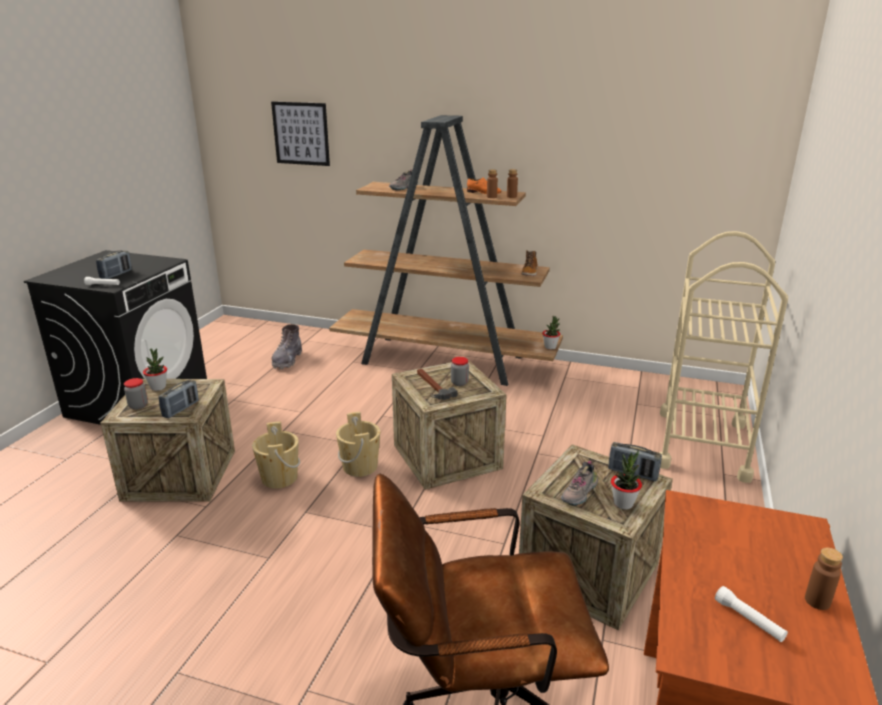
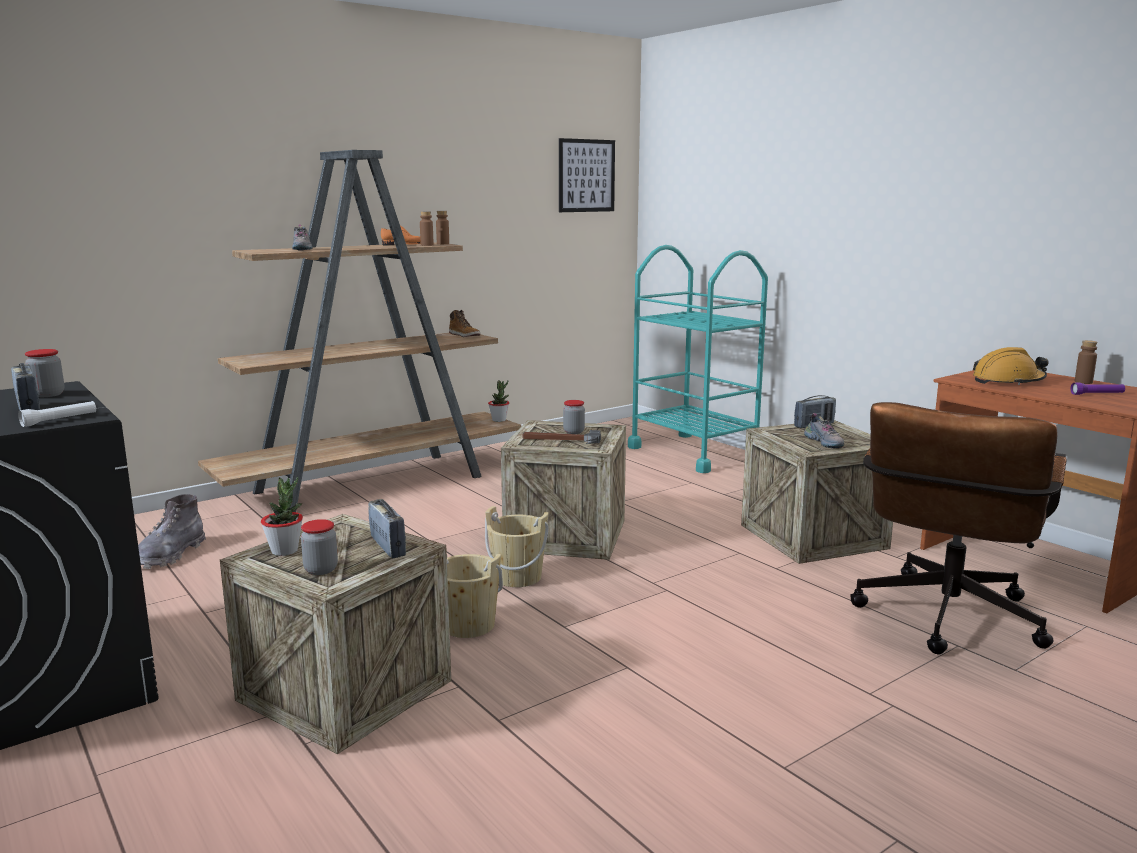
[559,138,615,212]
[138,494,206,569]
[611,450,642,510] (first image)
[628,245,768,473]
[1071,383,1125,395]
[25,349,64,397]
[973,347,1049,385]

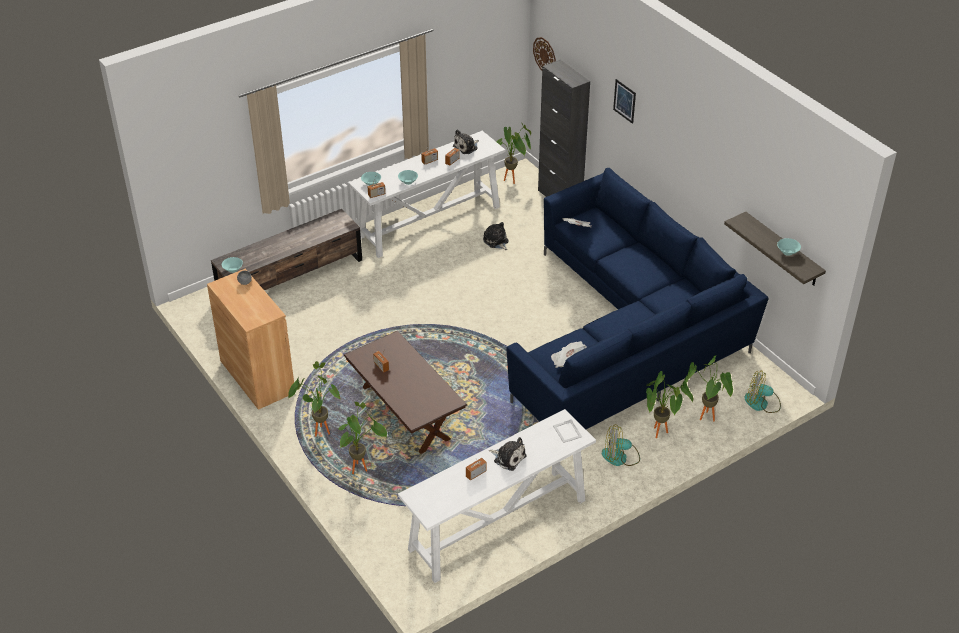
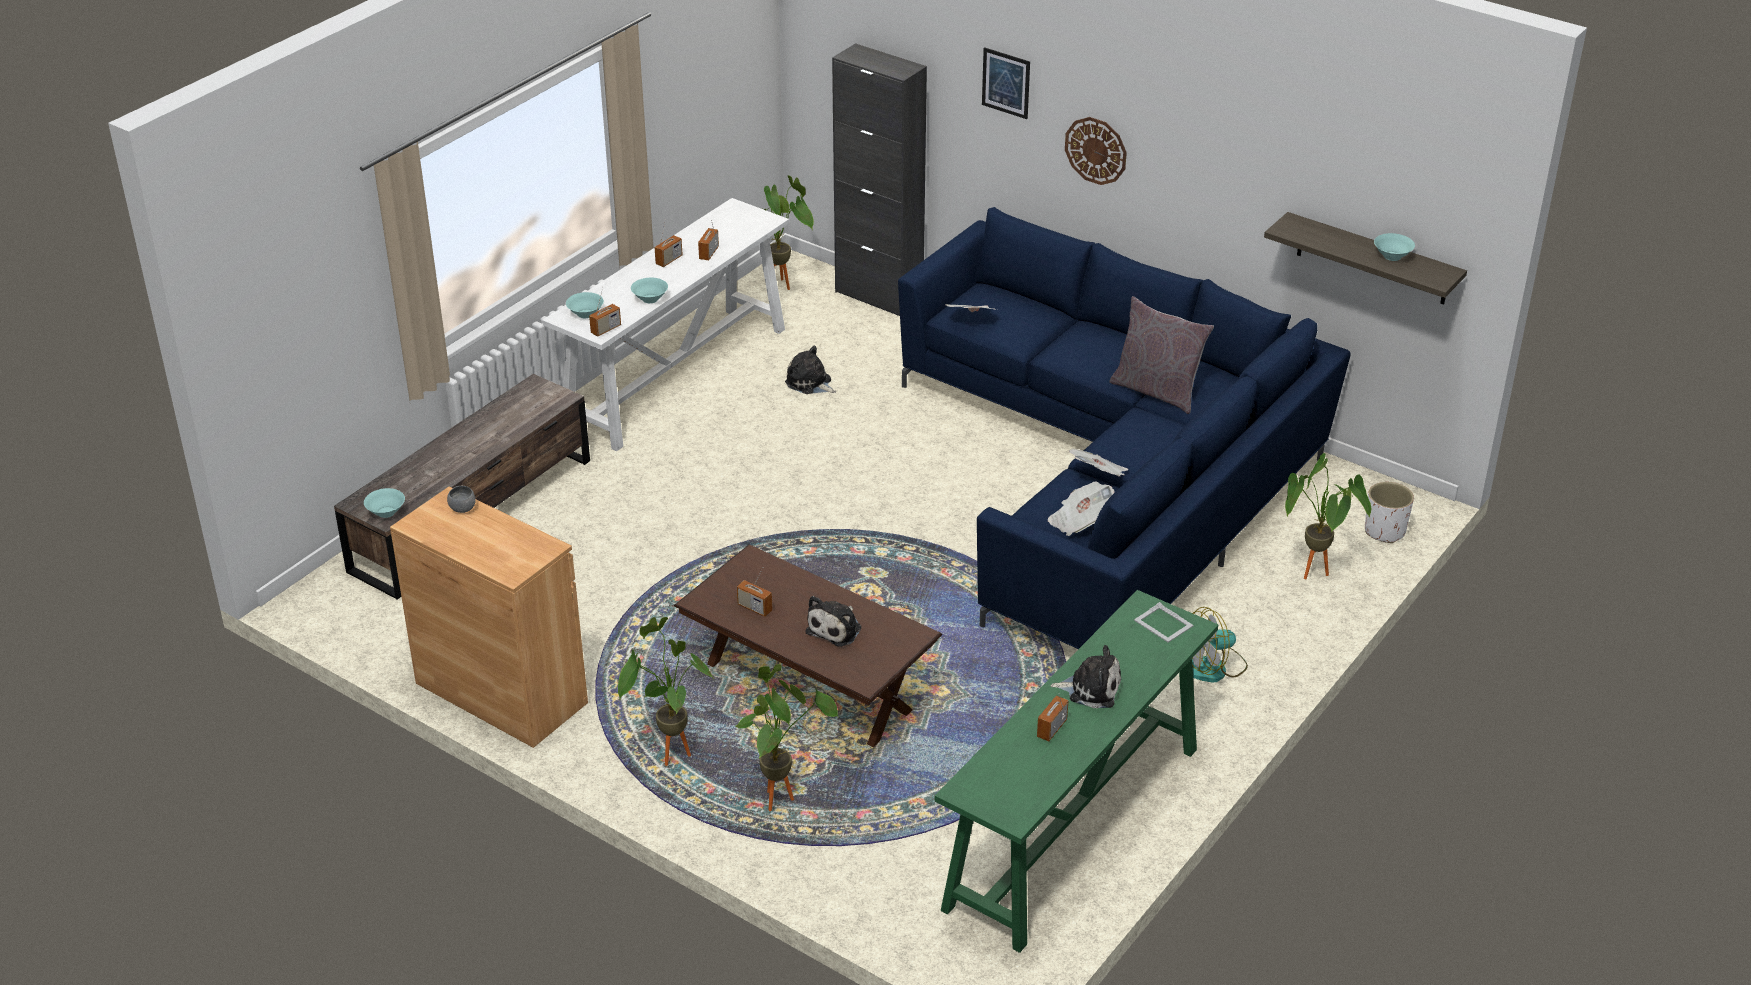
[935,590,1218,953]
[806,596,861,647]
[1065,117,1127,185]
[646,371,693,438] (first image)
[1365,482,1414,543]
[1069,448,1128,476]
[1109,296,1214,414]

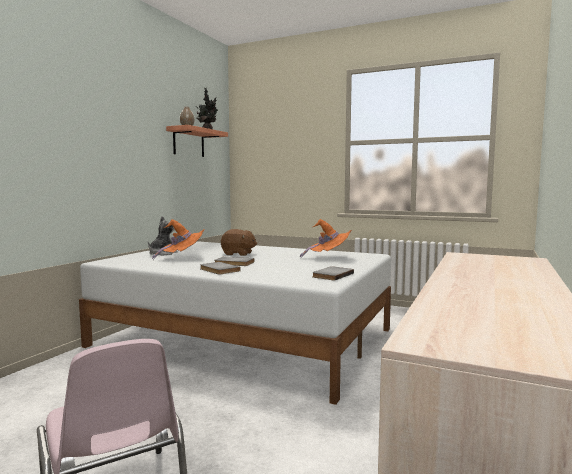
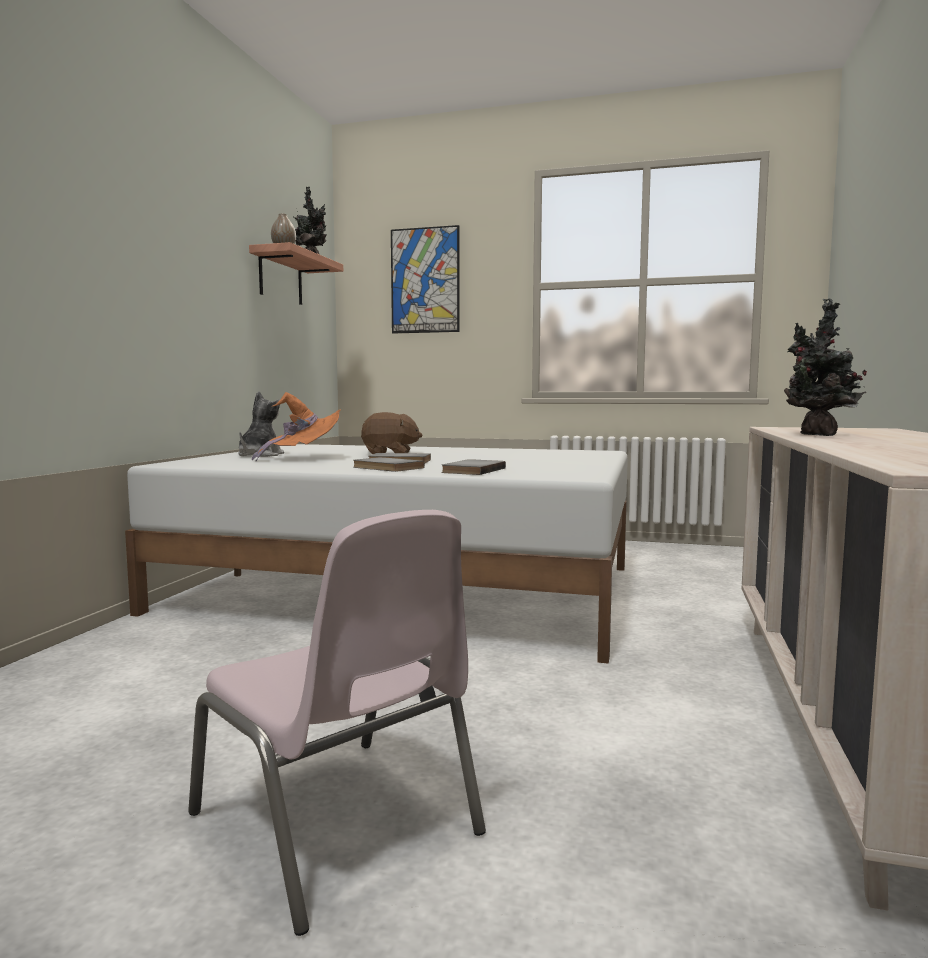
[300,219,352,259] (first image)
[441,459,506,475]
[391,225,459,334]
[784,298,867,436]

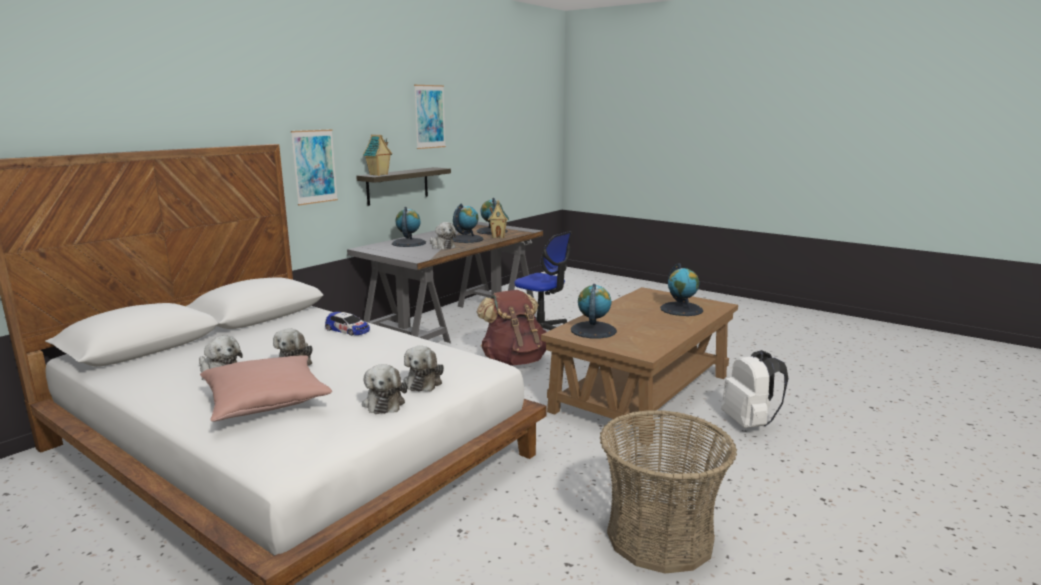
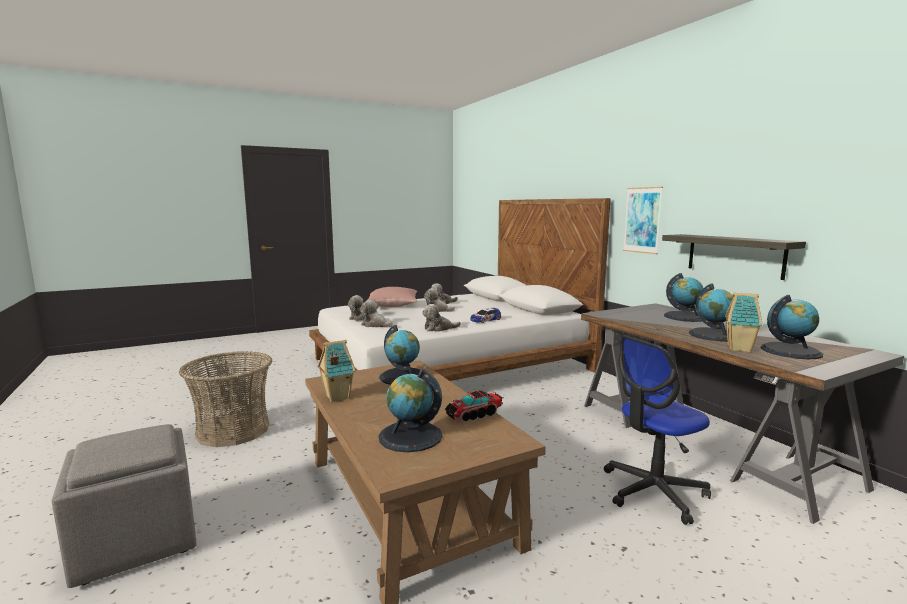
[317,340,356,403]
[414,85,446,149] (first image)
[422,304,461,332]
[477,290,546,366] (first image)
[721,350,789,428] (first image)
[52,424,197,588]
[445,390,503,422]

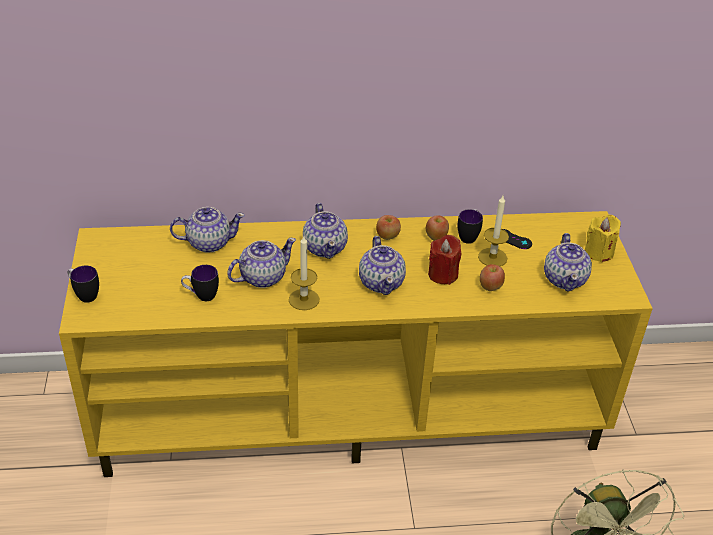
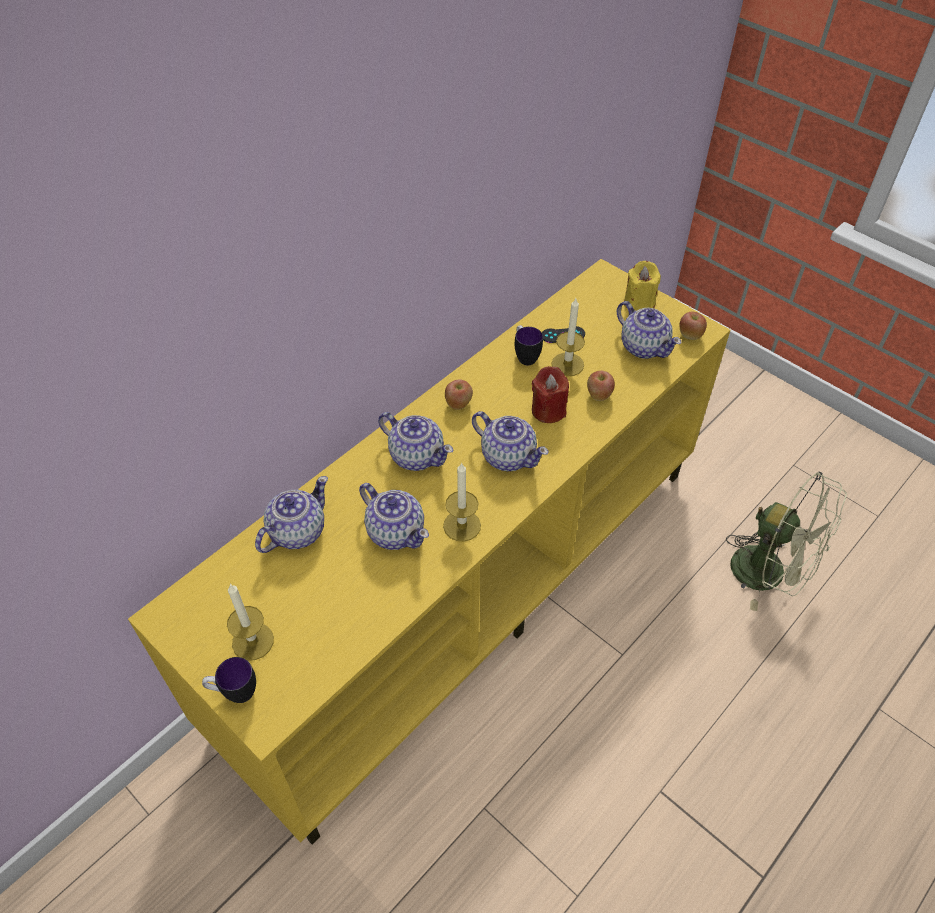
[181,265,219,301] (first image)
[359,483,429,550]
[680,312,707,340]
[227,584,274,661]

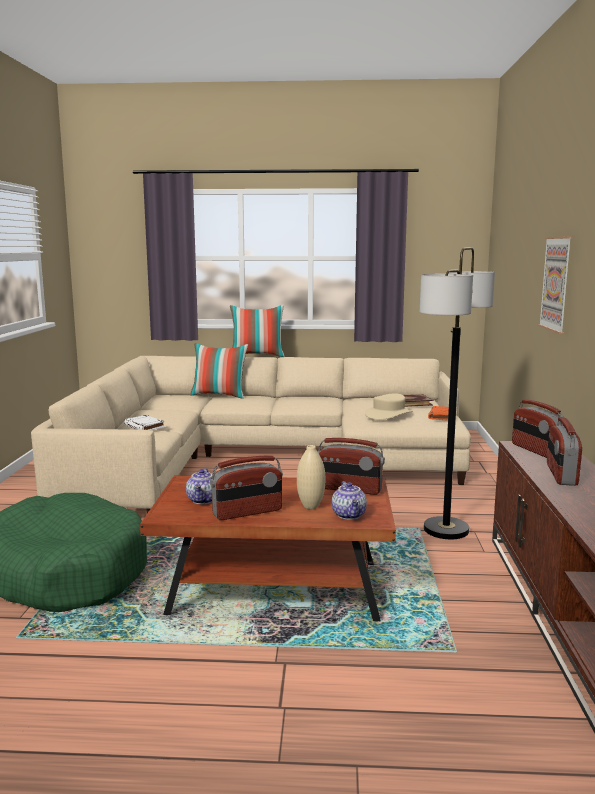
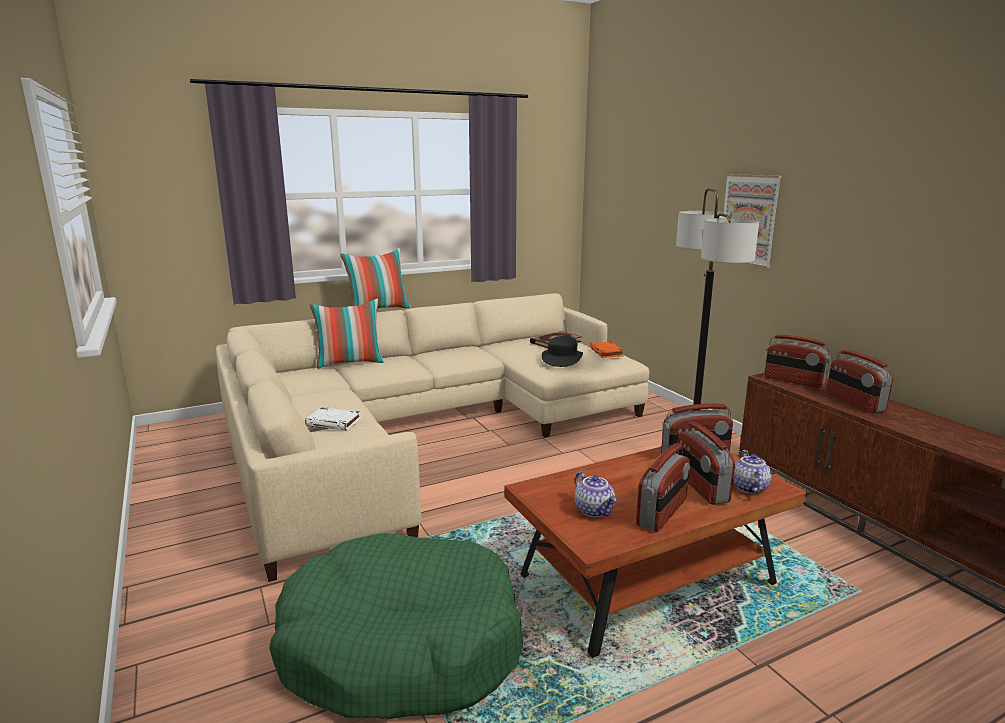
[677,421,735,505]
[733,450,771,494]
[542,336,583,367]

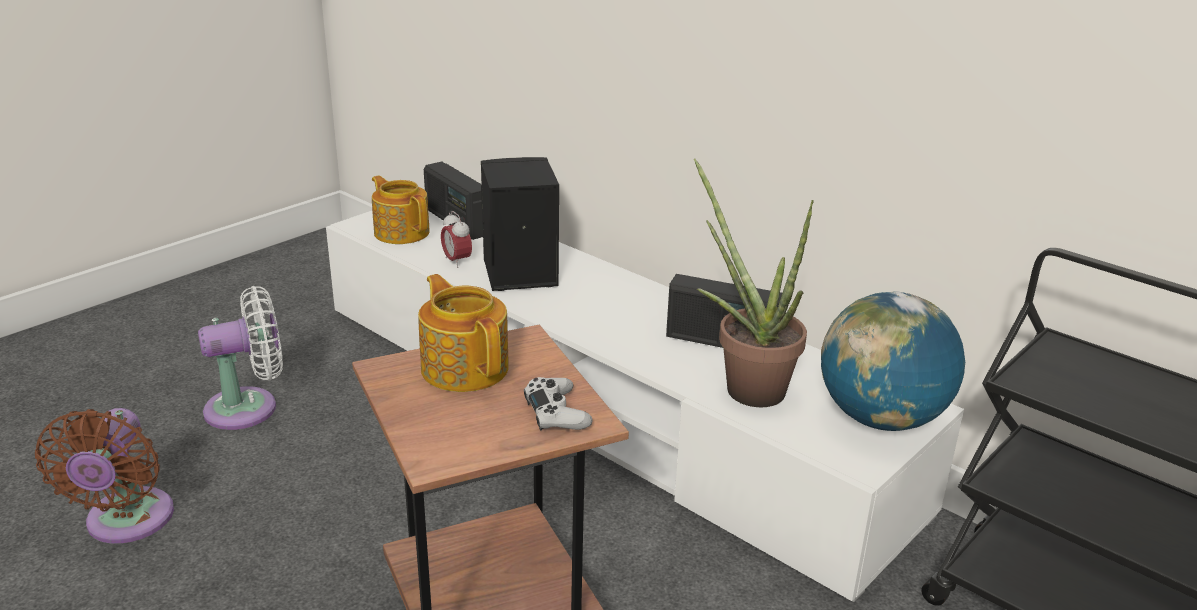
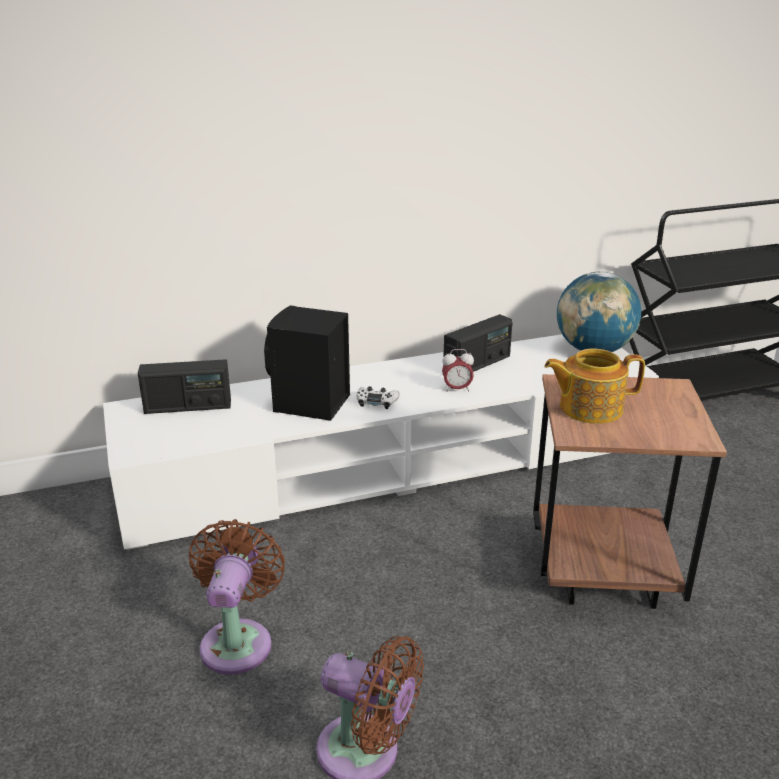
[189,519,285,675]
[372,176,430,244] (first image)
[442,349,474,392]
[357,386,400,409]
[694,158,814,407] (first image)

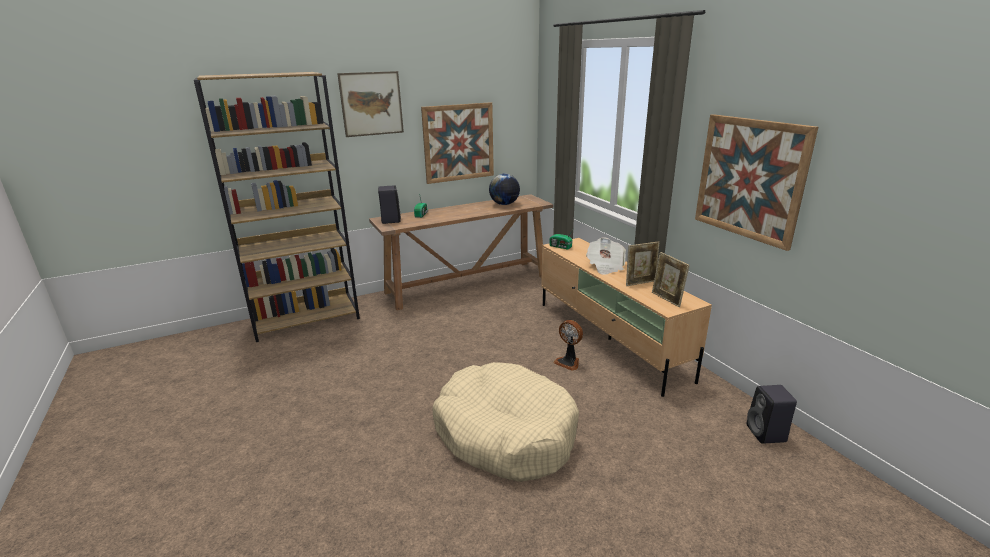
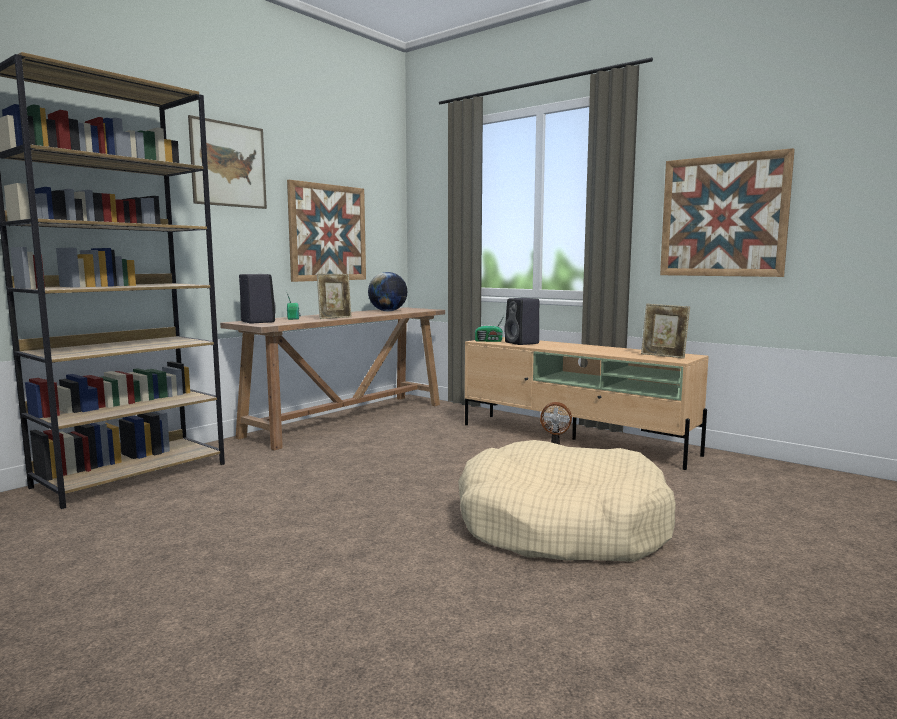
[586,237,626,275] (first image)
[317,274,351,319]
[504,298,540,345]

